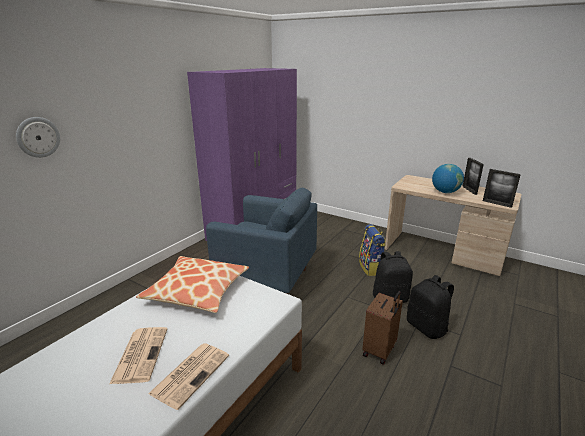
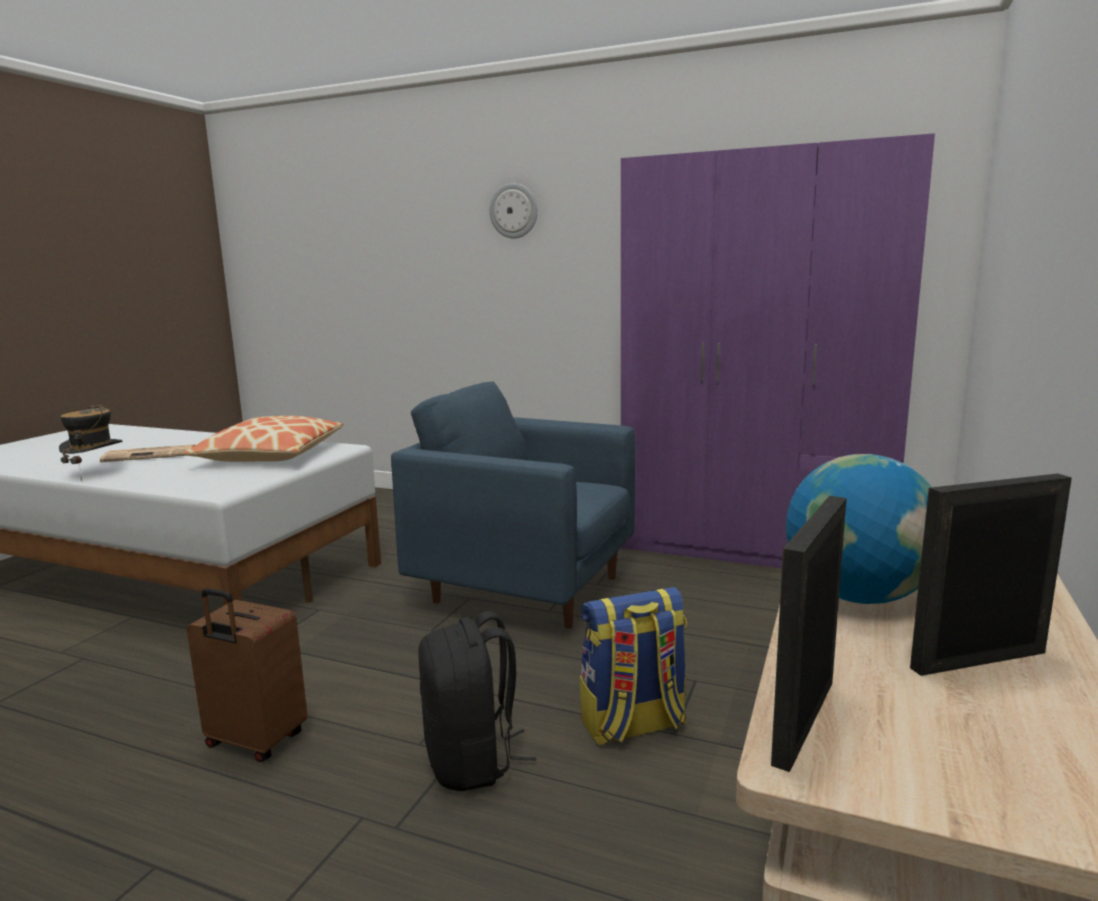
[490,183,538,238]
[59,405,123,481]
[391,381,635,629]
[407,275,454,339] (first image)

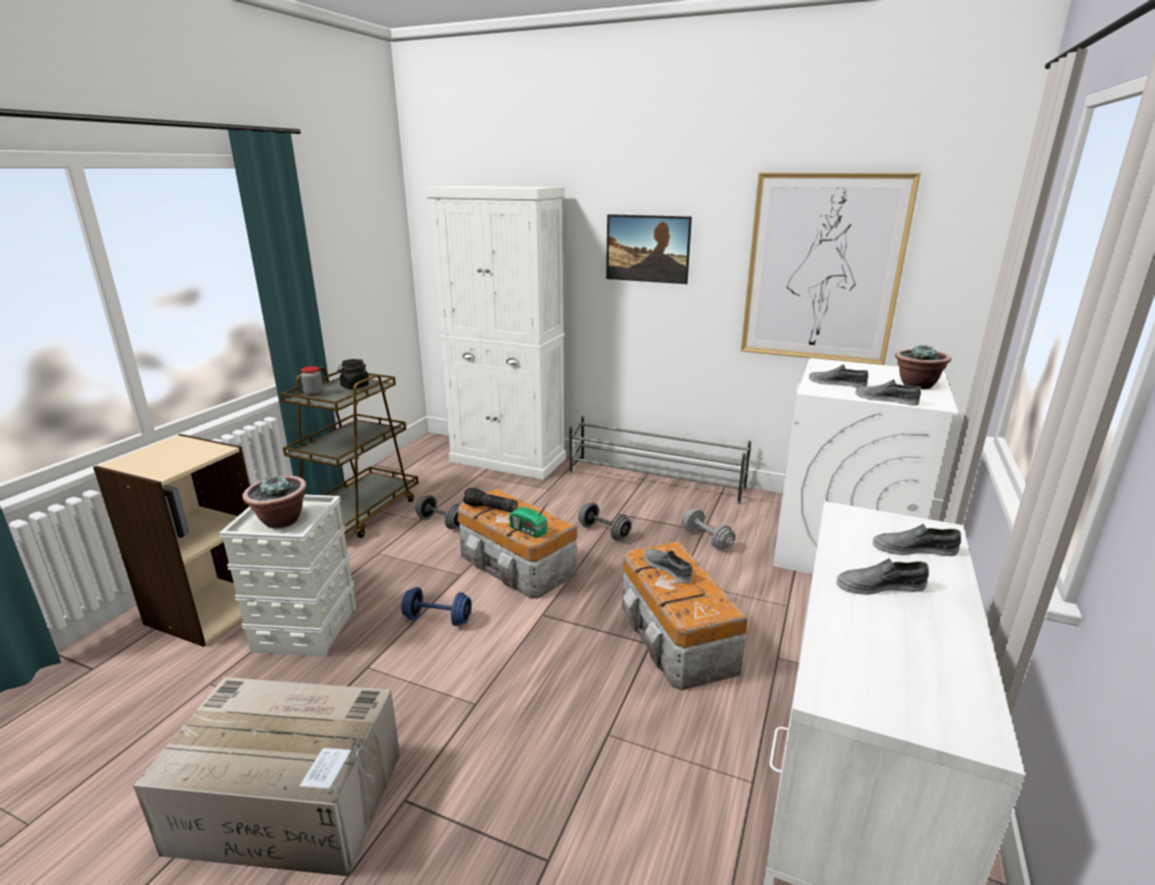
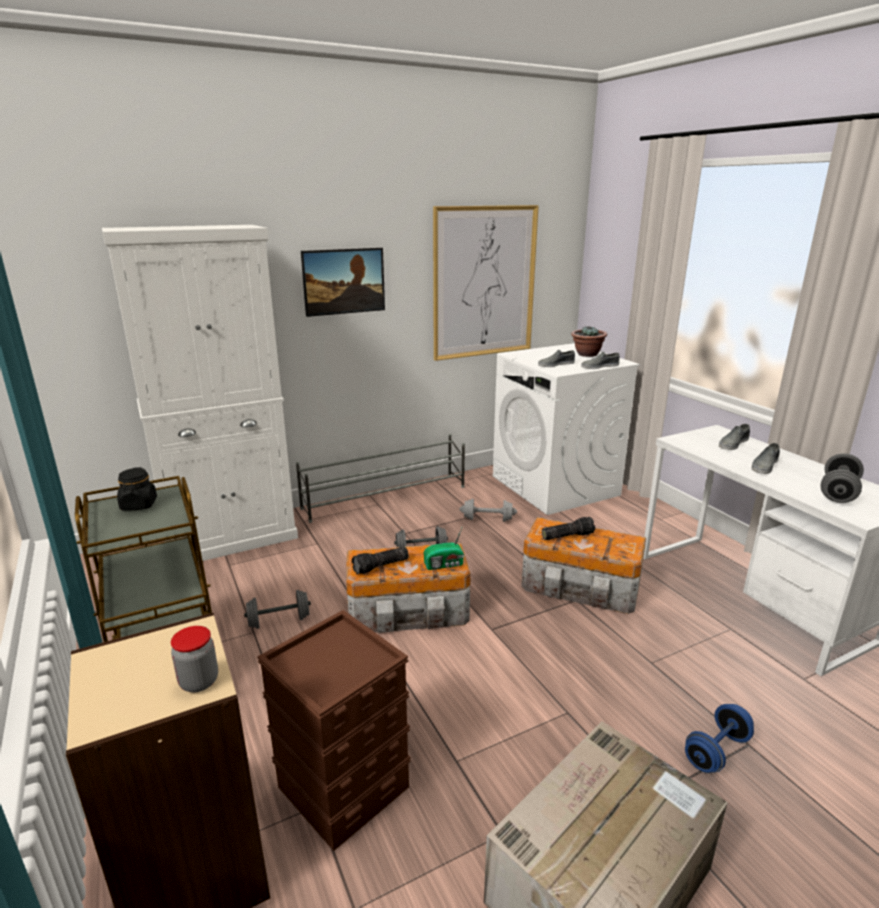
[257,610,411,851]
[242,475,307,528] (first image)
[171,626,218,692]
[685,704,754,773]
[542,517,595,540]
[821,453,864,503]

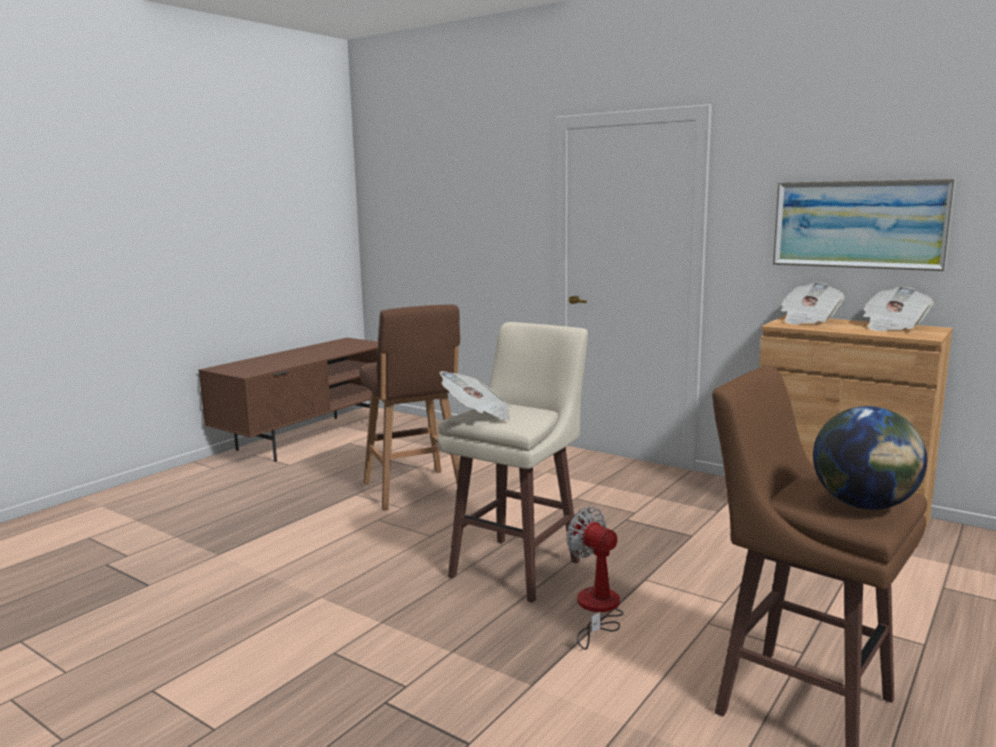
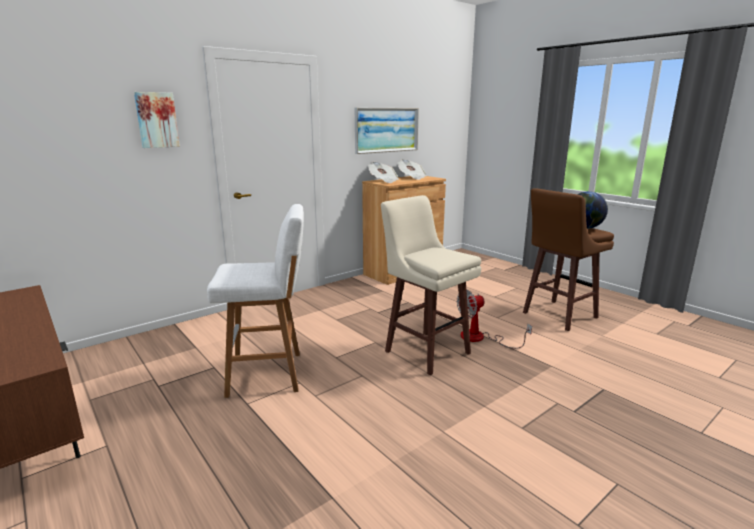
[207,204,304,398]
[439,371,510,420] (first image)
[134,92,180,148]

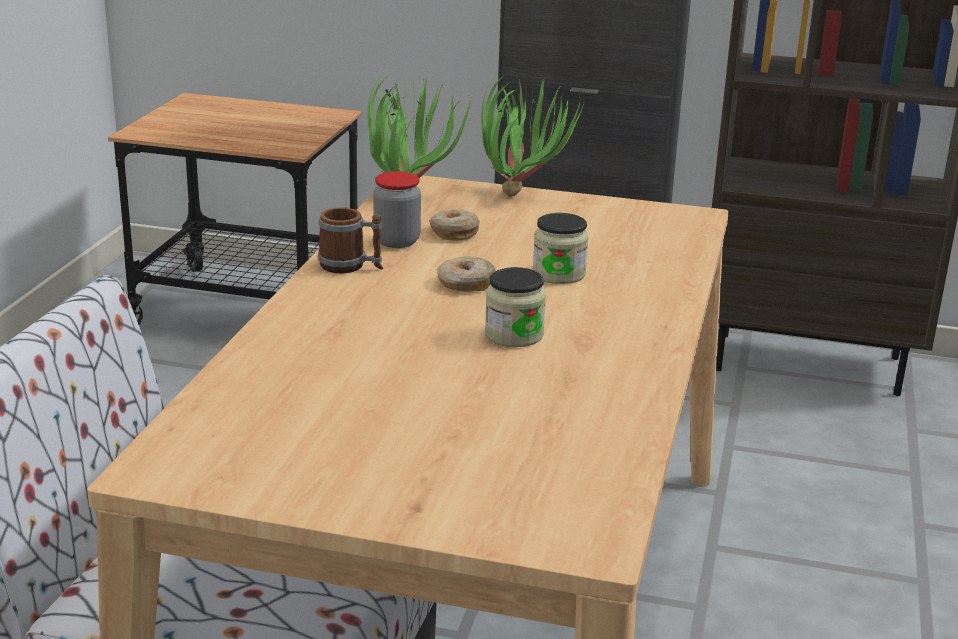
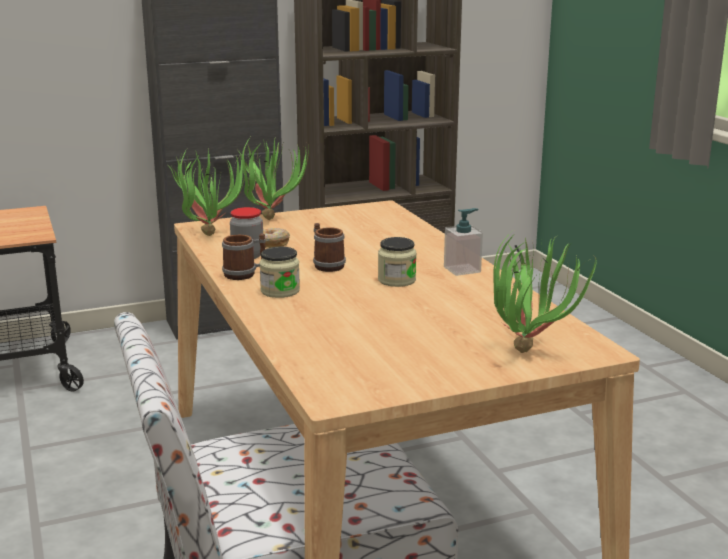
[313,223,346,272]
[259,247,300,298]
[444,208,483,276]
[493,232,597,353]

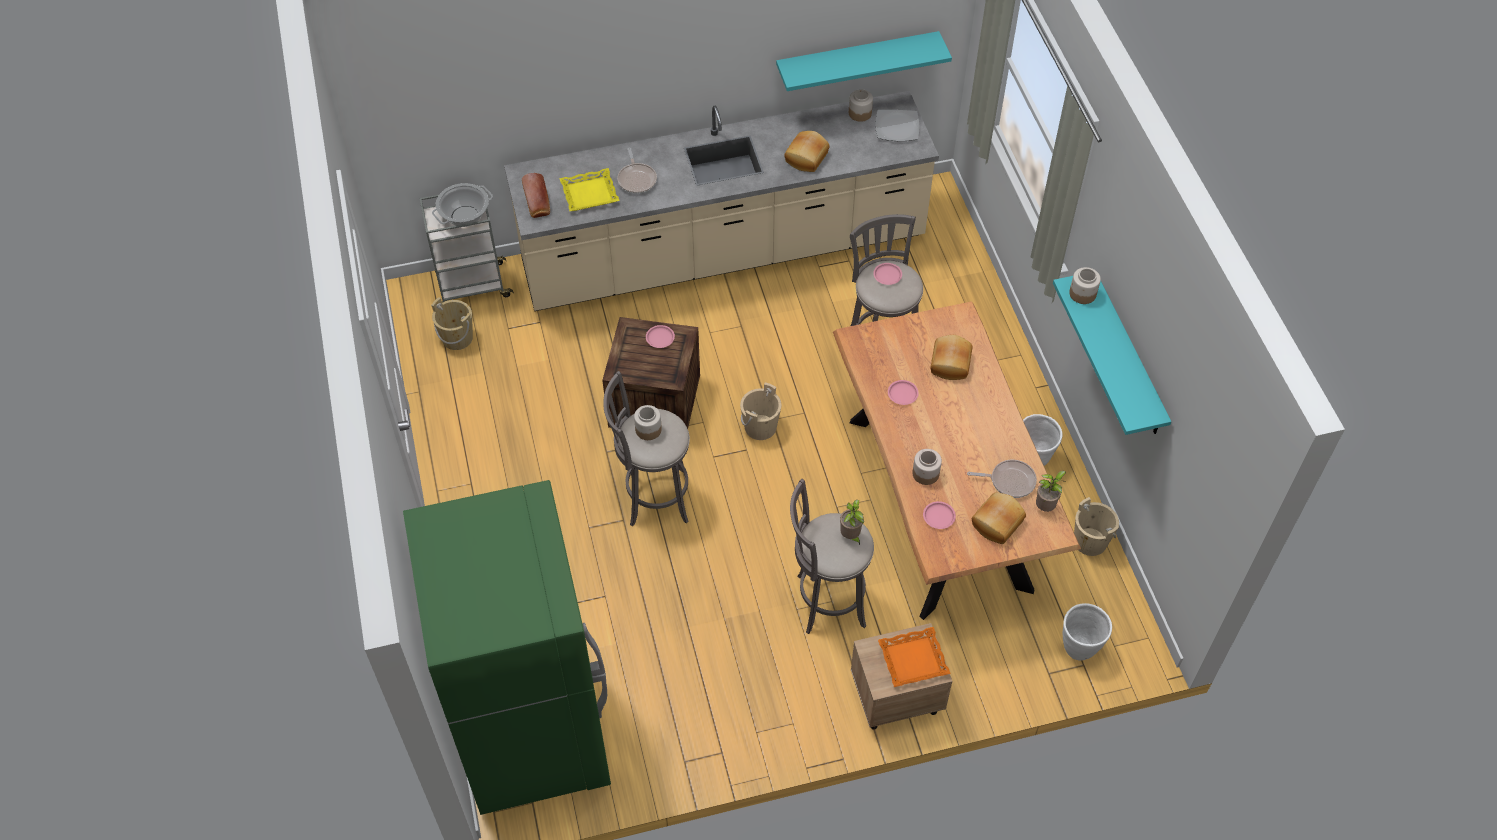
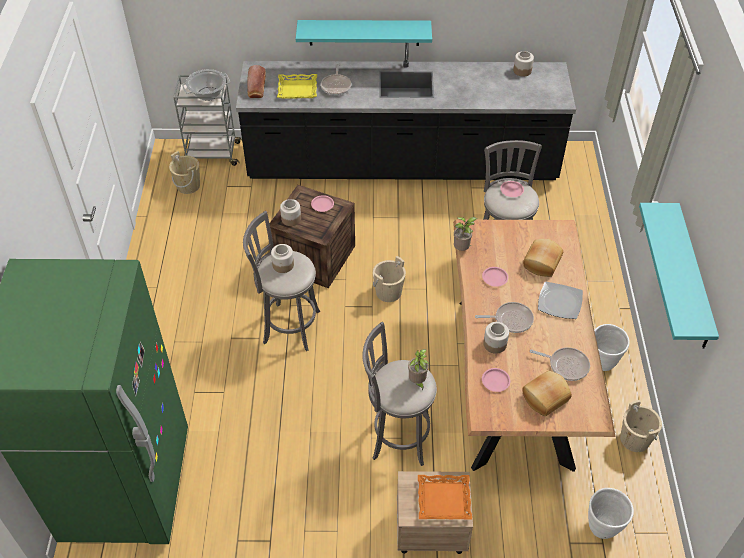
[236,43,576,180]
[296,20,432,46]
[784,131,830,172] (first image)
[538,282,583,319]
[454,217,477,251]
[280,199,301,226]
[475,302,534,333]

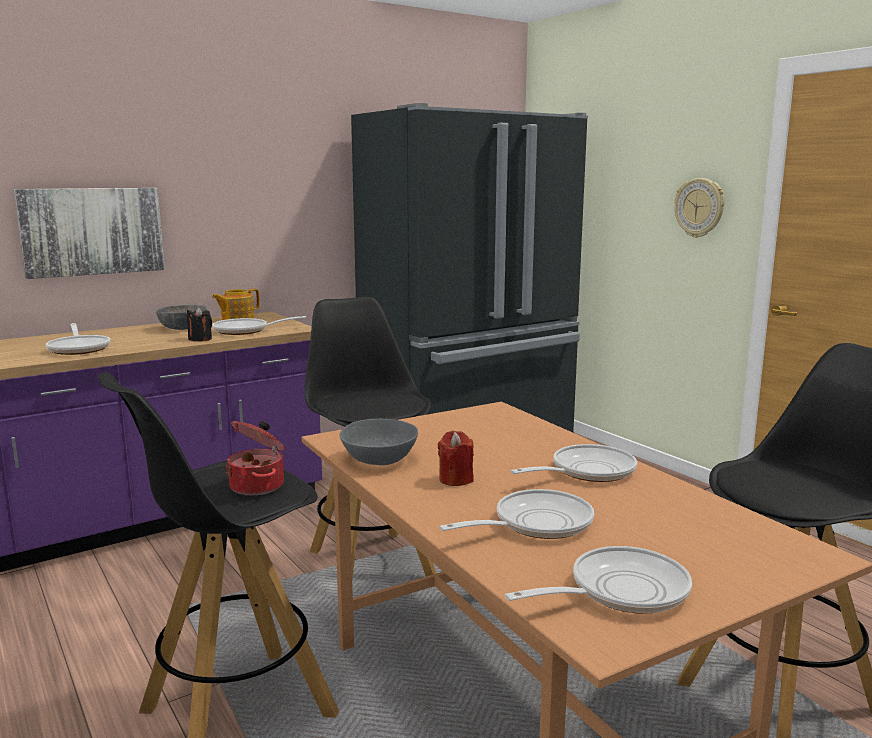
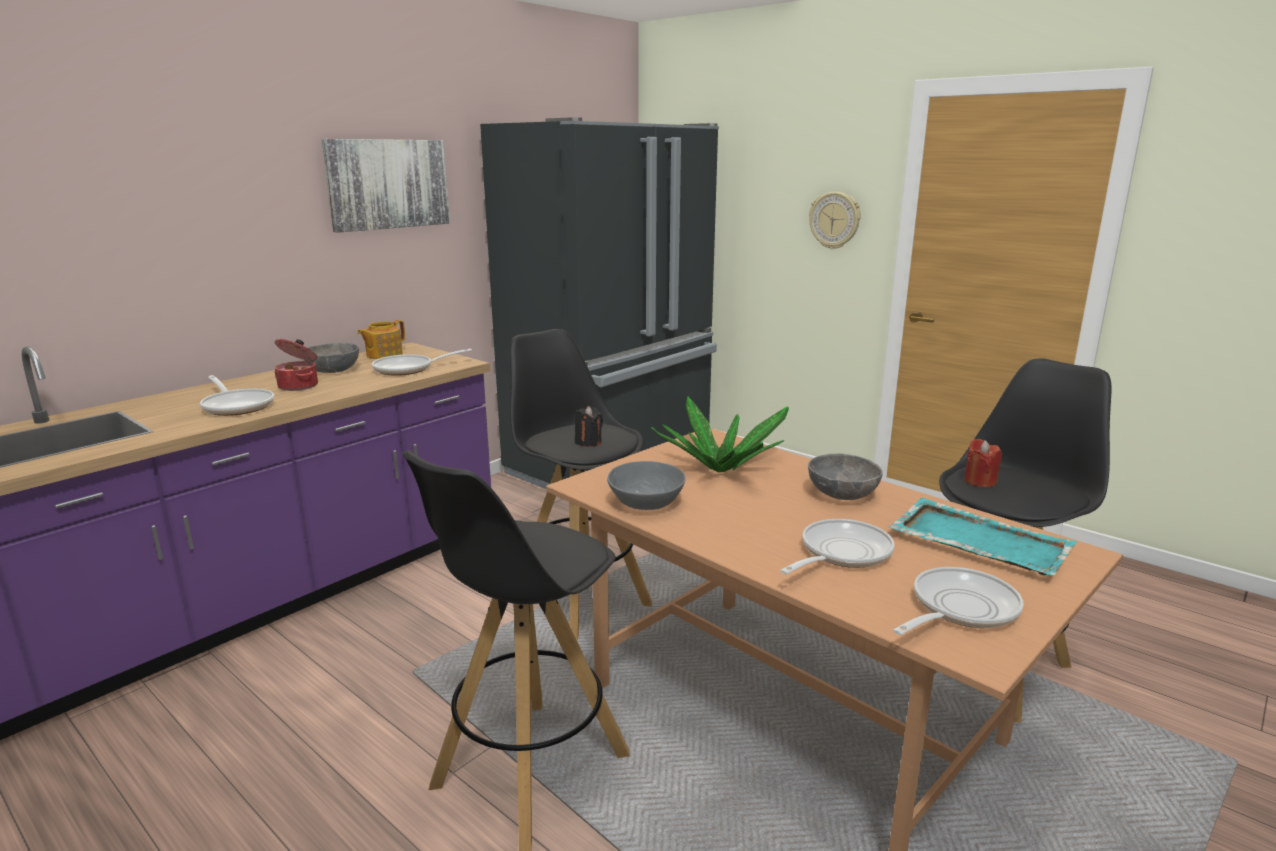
[322,139,450,233]
[575,406,603,447]
[274,339,318,391]
[964,439,1002,487]
[808,454,883,500]
[651,396,789,472]
[888,498,1077,576]

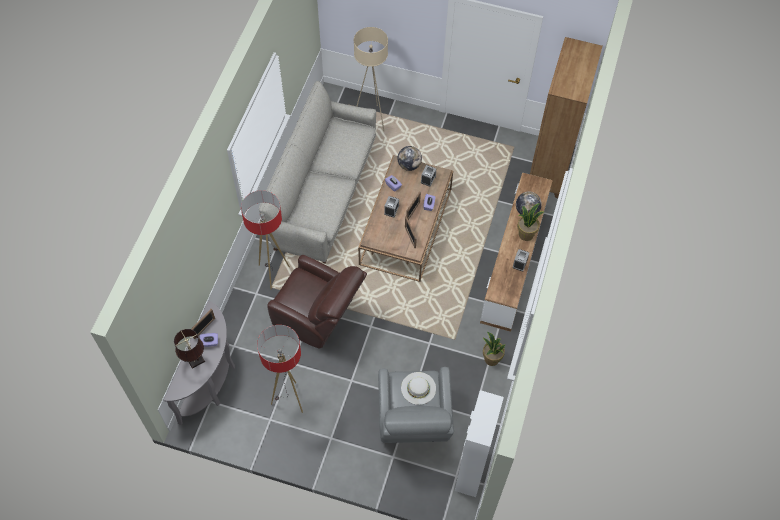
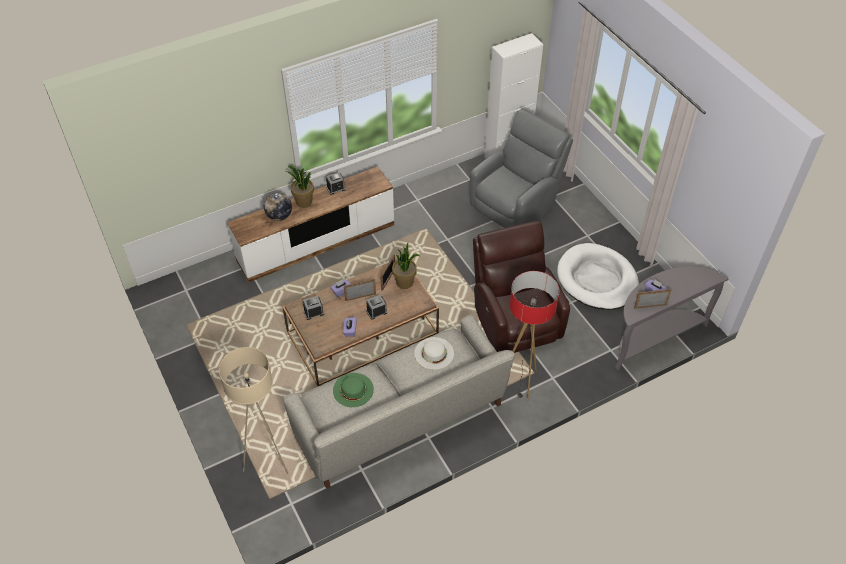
[174,329,205,369] (first image)
[557,243,639,310]
[397,146,422,171] (first image)
[414,337,454,370]
[392,243,420,289]
[530,37,603,198] (first image)
[333,373,374,407]

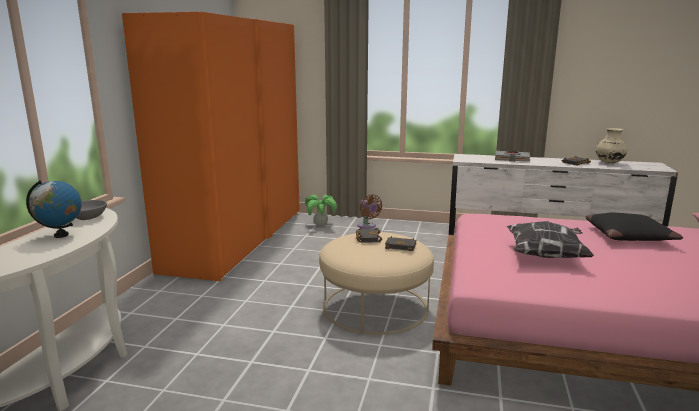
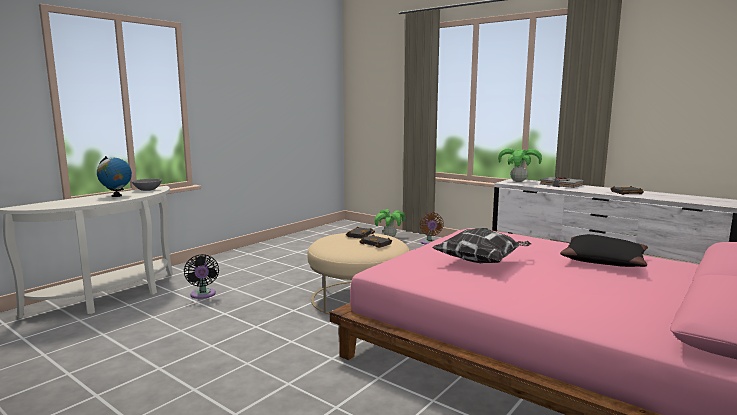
[122,12,300,281] (first image)
[596,128,627,163] (first image)
[184,254,219,299]
[498,148,542,182]

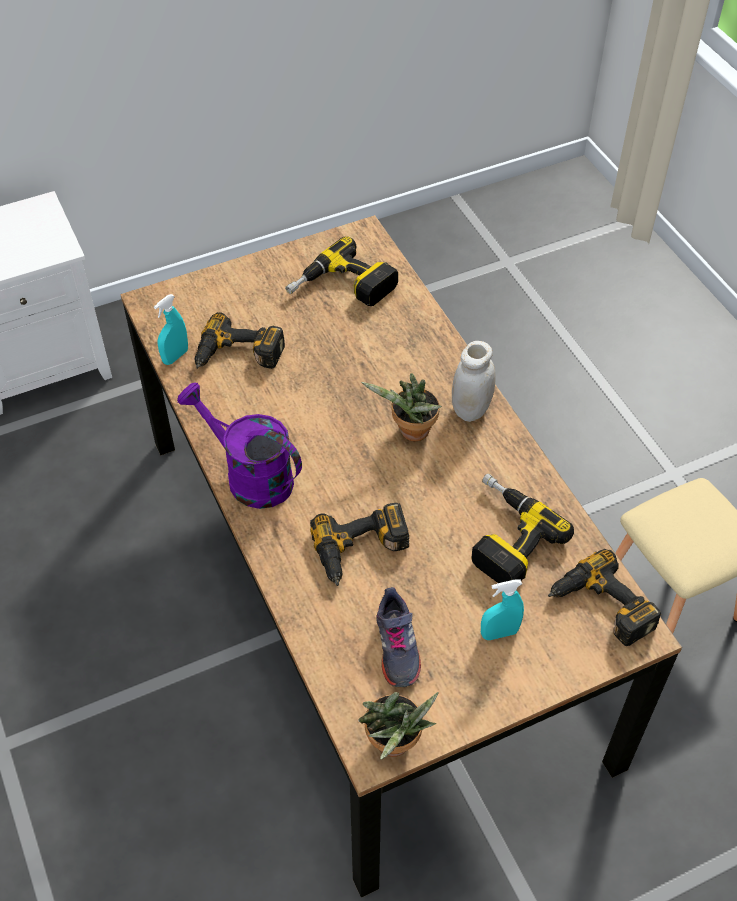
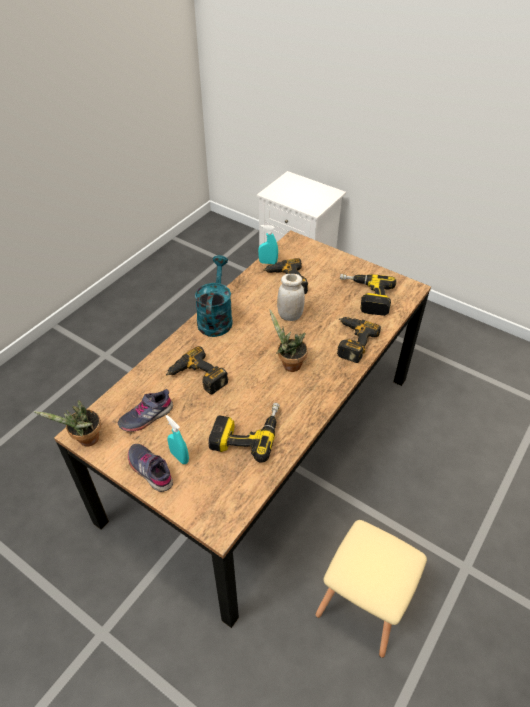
[195,255,233,337]
[277,274,305,321]
[337,317,381,363]
[128,444,173,492]

